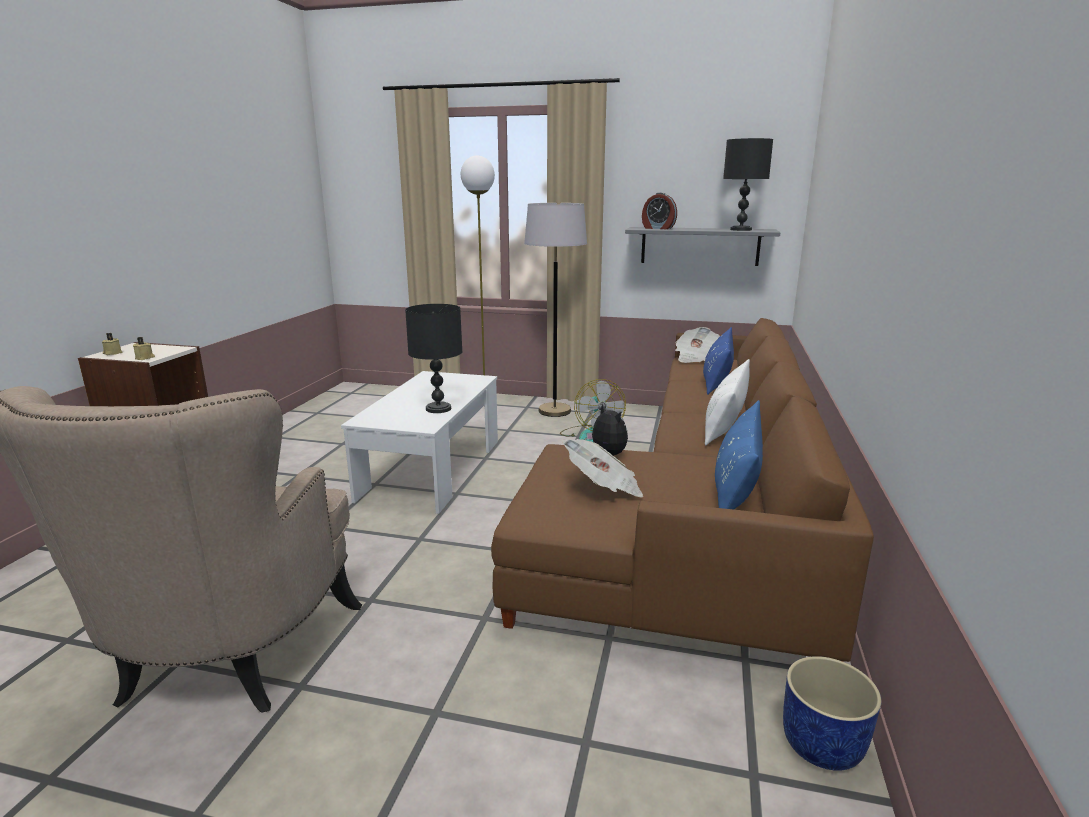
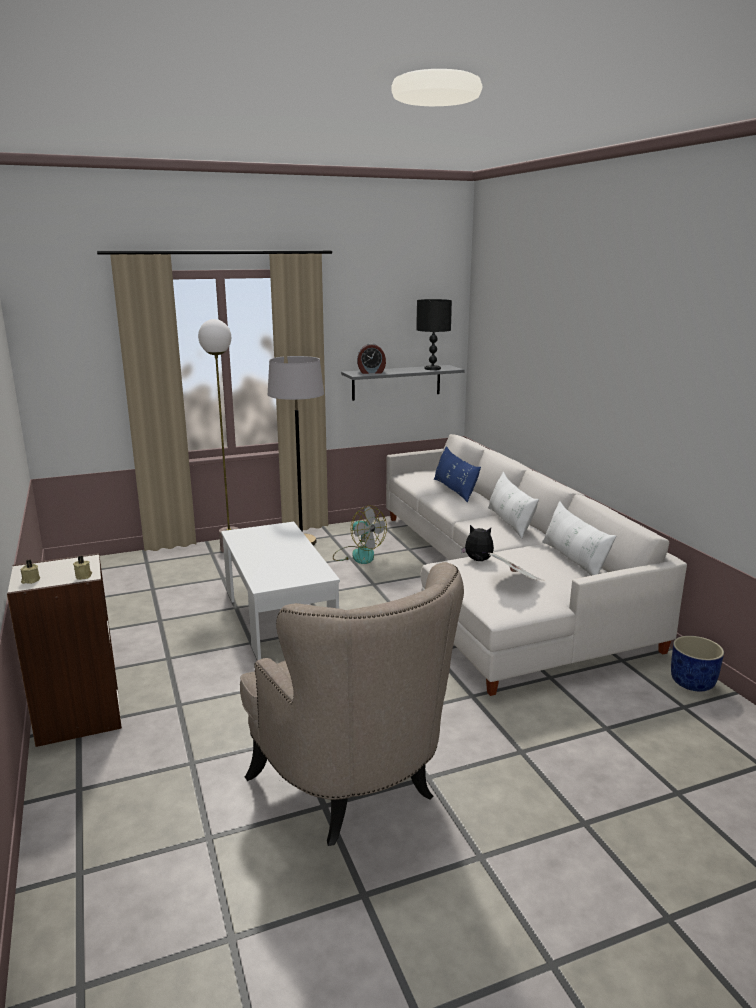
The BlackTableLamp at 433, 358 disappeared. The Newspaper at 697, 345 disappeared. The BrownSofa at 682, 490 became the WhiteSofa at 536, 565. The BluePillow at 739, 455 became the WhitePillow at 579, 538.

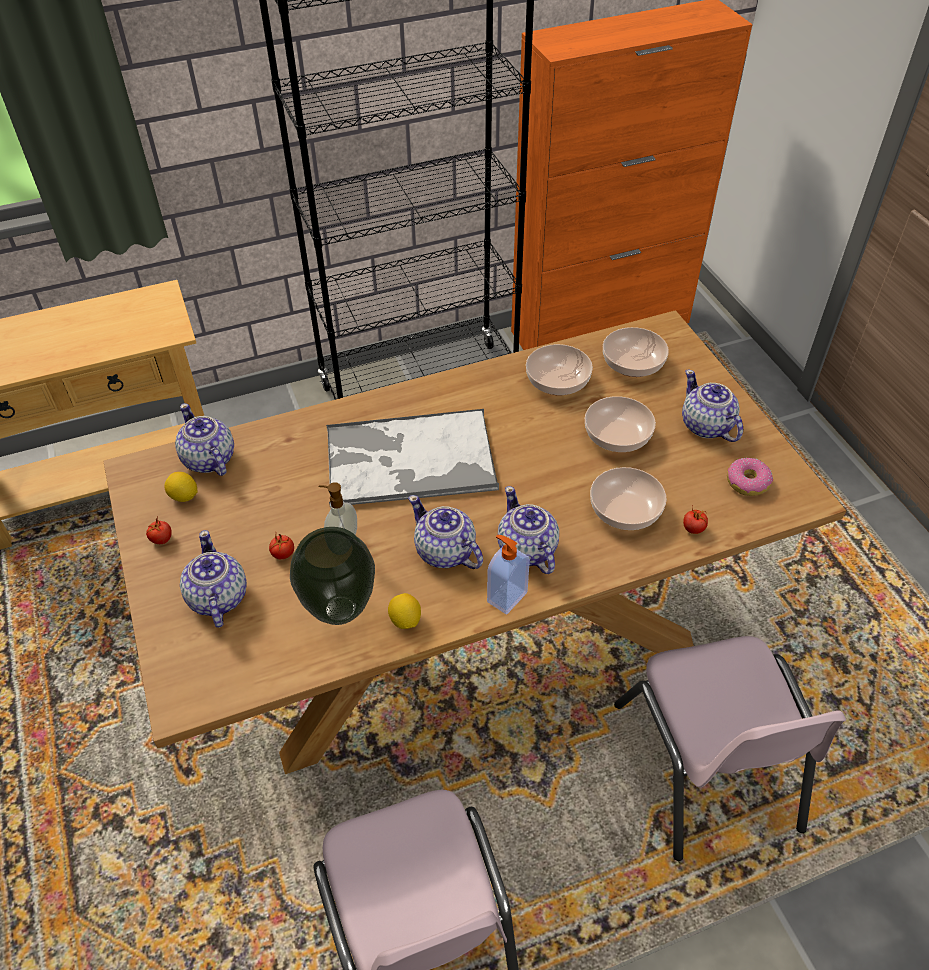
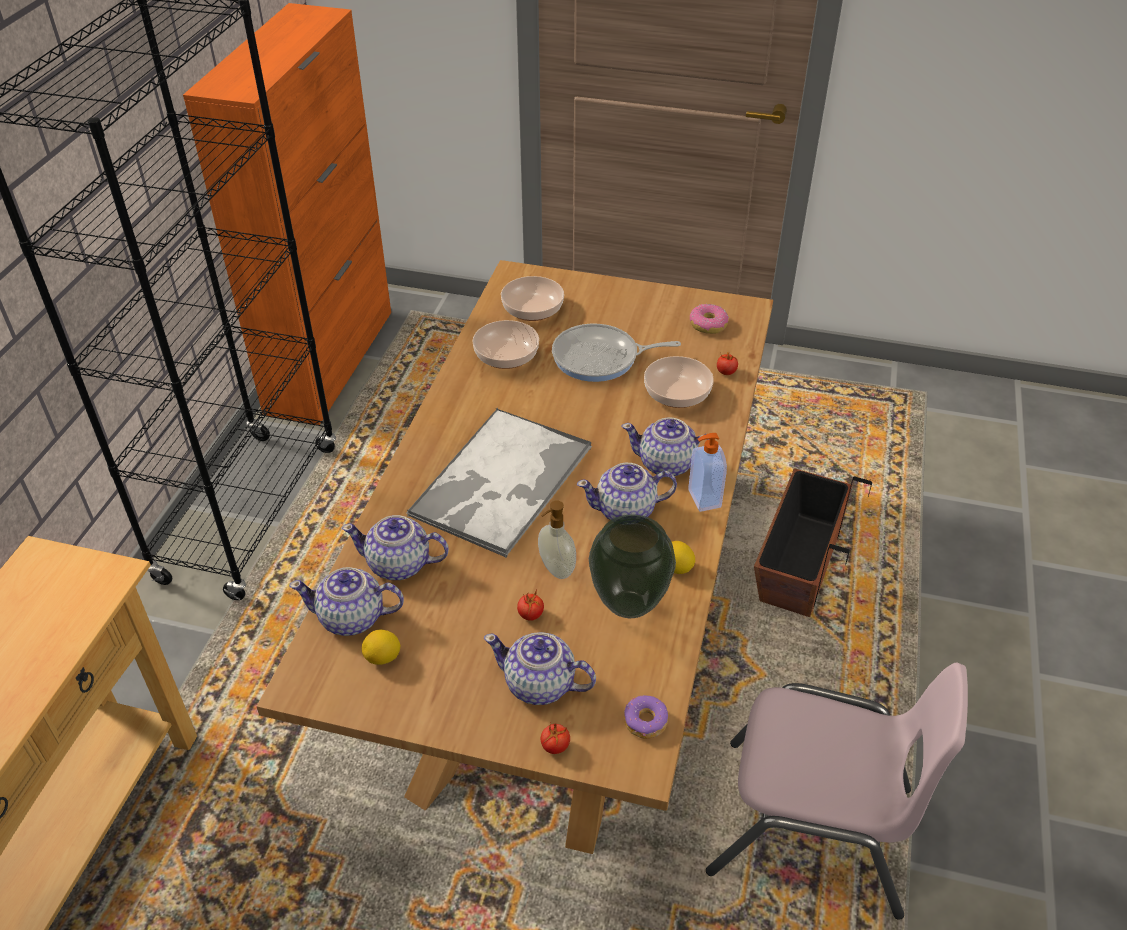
The Donut at 646, 717 appeared. The Tomato moved from 159, 531 to 555, 738. The Teapot moved from 712, 406 to 395, 547. The Bowl at 620, 424 was replaced by the FryingPan at 616, 353. The PinkChair at 730, 748 was replaced by the Planter at 813, 542.

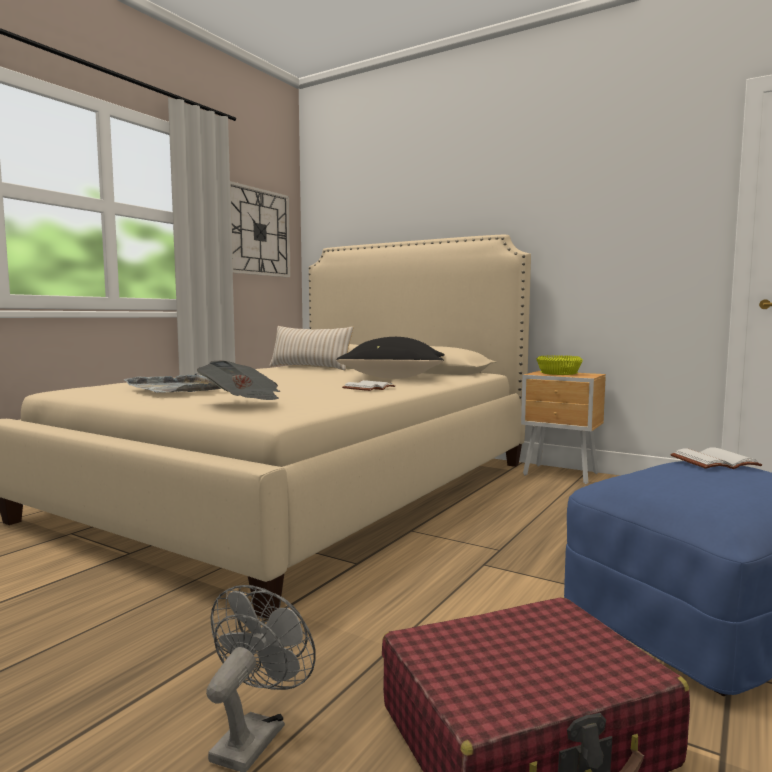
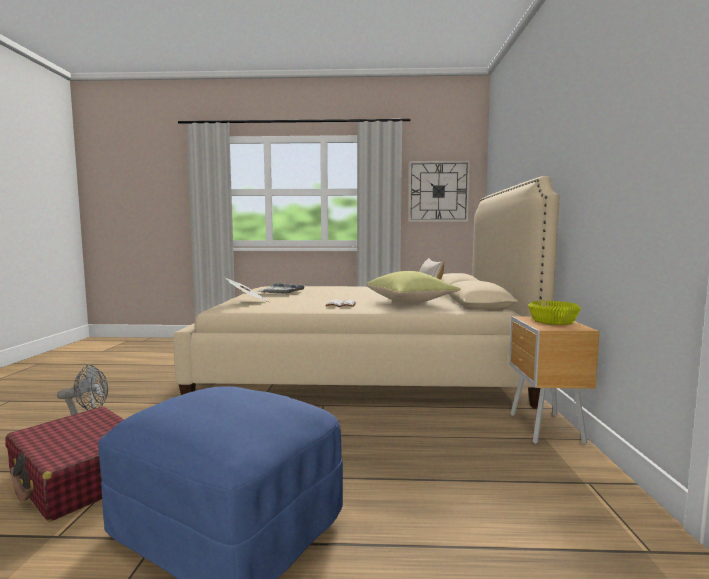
The WhiteBook at 716, 458 disappeared. The BlackPillow at 390, 358 became the YellowPillow at 413, 287.

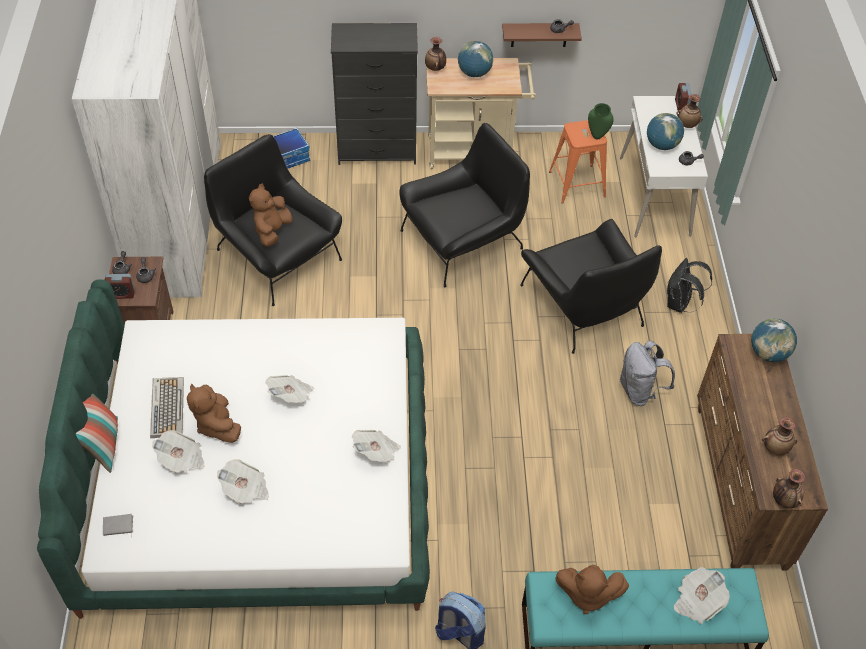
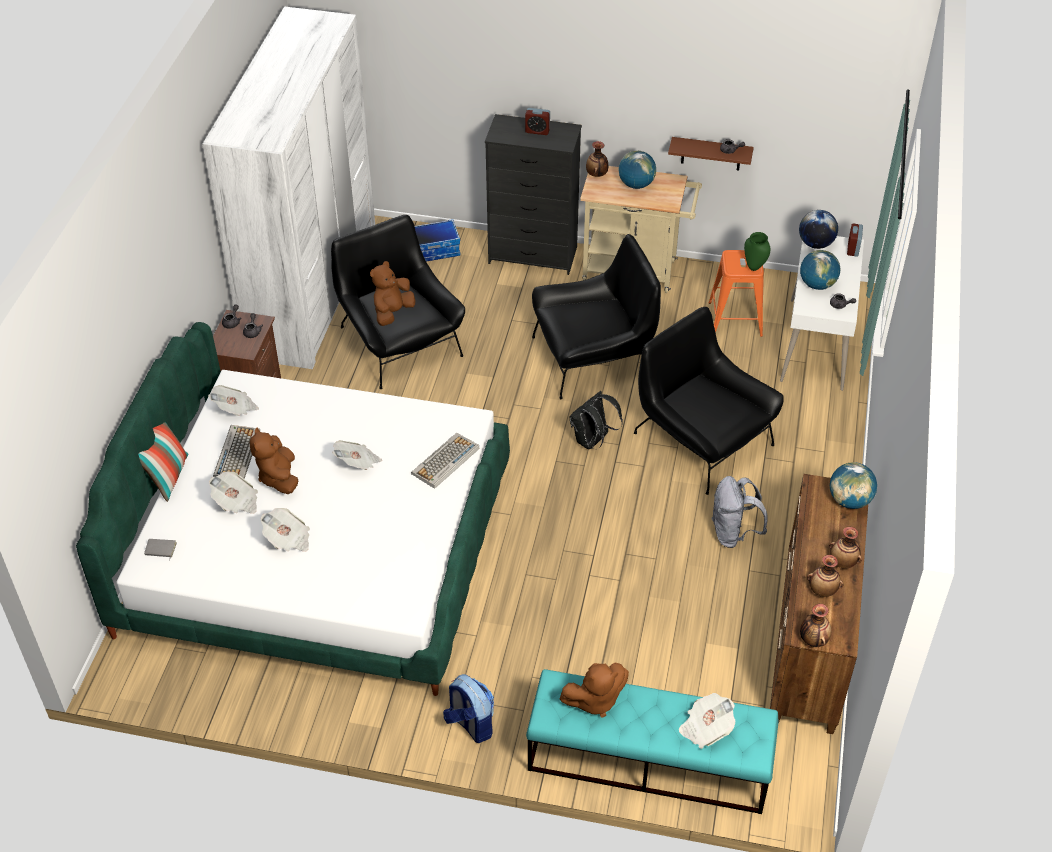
The Keyboard at 445, 461 appeared. The Globe at 818, 229 appeared. The AlarmClock moved from 120, 286 to 537, 121. The Newspaper moved from 376, 446 to 233, 400. The BlackBackpack moved from 689, 285 to 596, 420. The Vase moved from 689, 111 to 845, 547. The BlackArmchair at 591, 286 turned 150 degrees clockwise. The BrownPlushToy at 592, 589 turned 45 degrees counterclockwise.

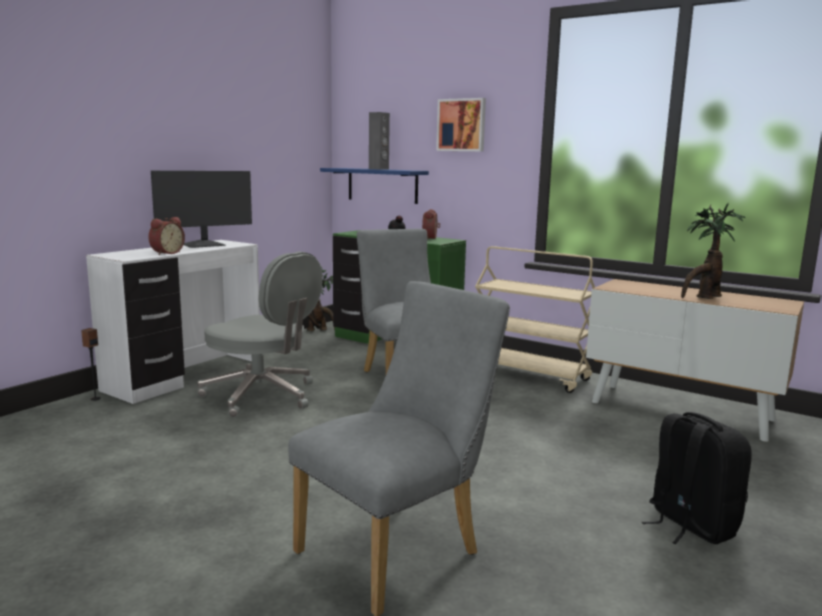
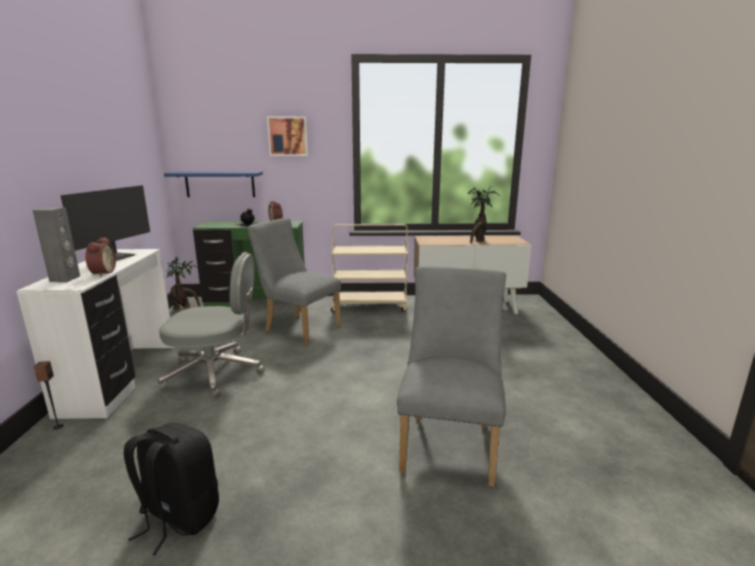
The GreySpeaker moved from 379, 140 to 56, 244. The BlackBackpack moved from 696, 478 to 171, 488.

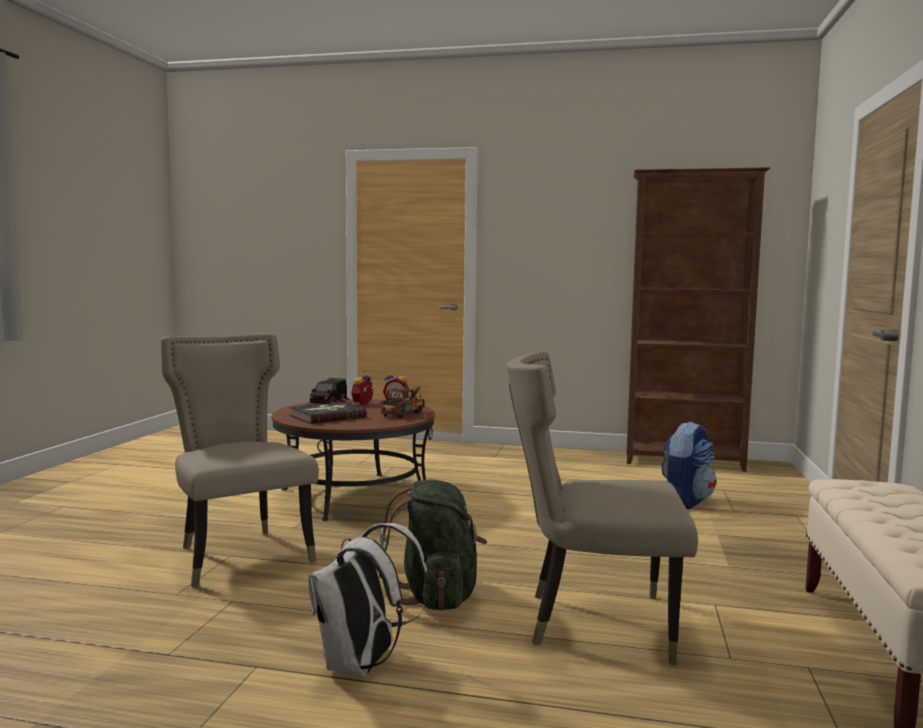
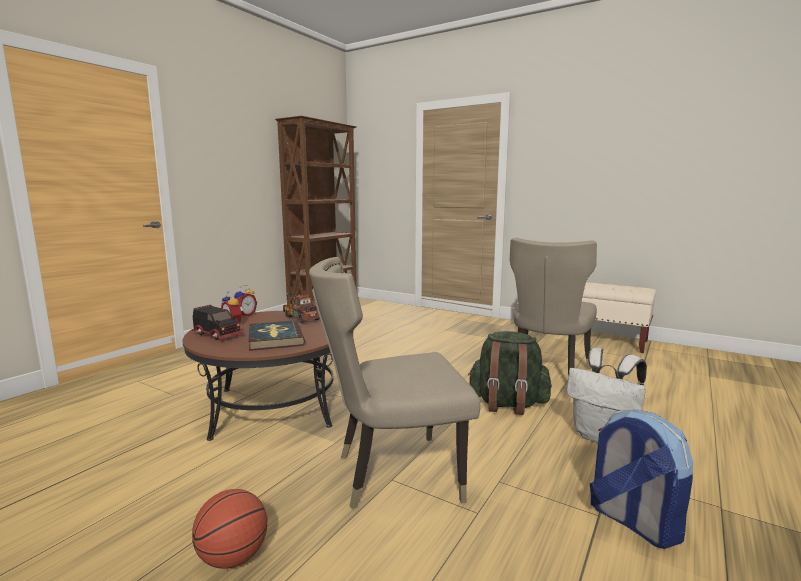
The Basketball at 229, 529 appeared. The Backpack moved from 689, 465 to 641, 479.

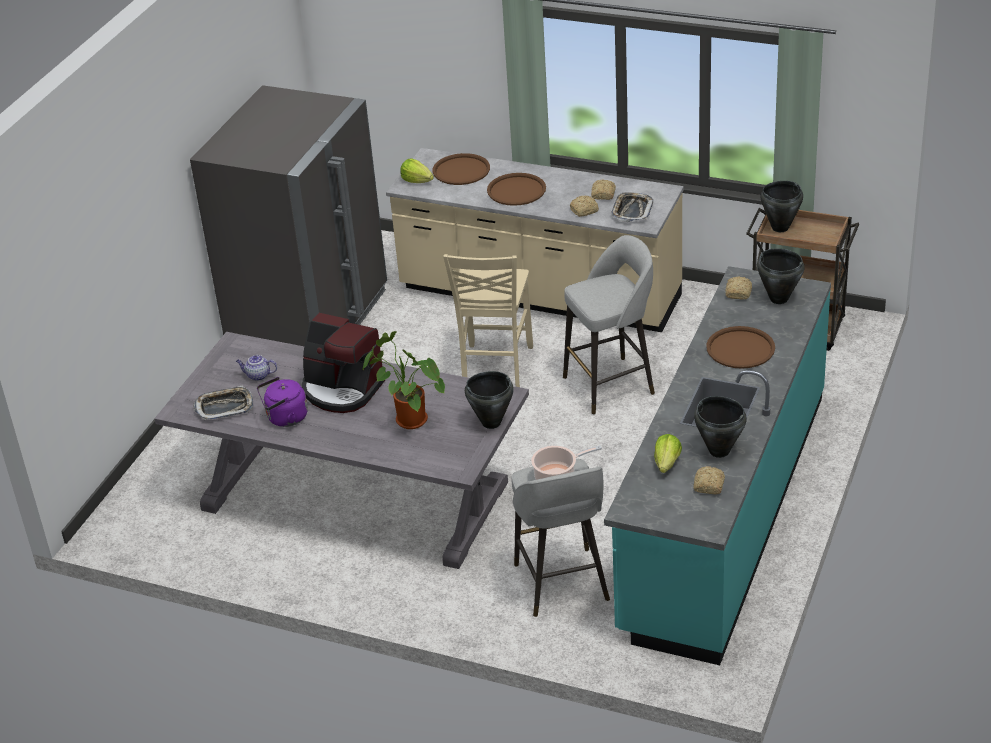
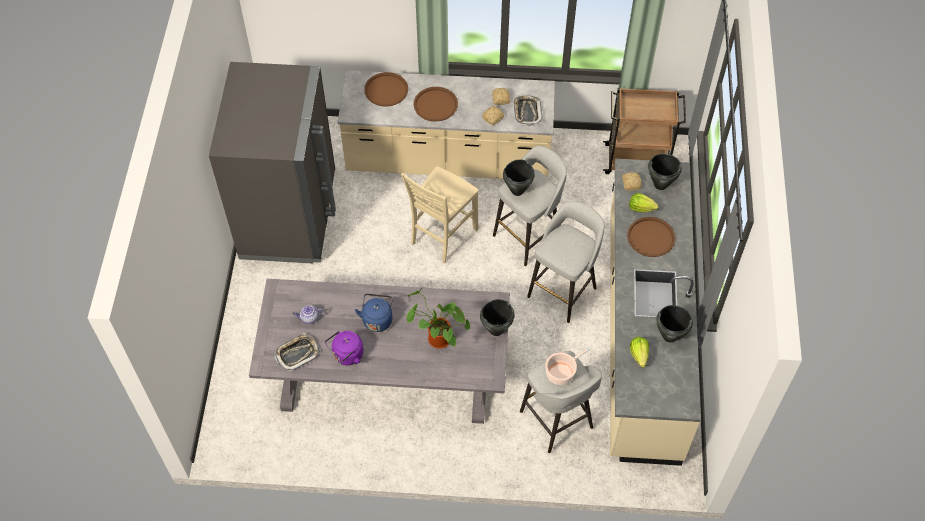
The Bread at 709, 480 disappeared. The GreyStool at 566, 262 appeared. The Lettuce moved from 417, 170 to 644, 202. The BlackCookingPot moved from 781, 206 to 519, 178. The CoffeeMachine at 344, 363 was replaced by the BlueKettle at 374, 313. The TurquoiseCounter at 717, 465 became the BeigeCounter at 655, 312. The BeigeChair at 488, 320 turned 45 degrees clockwise.

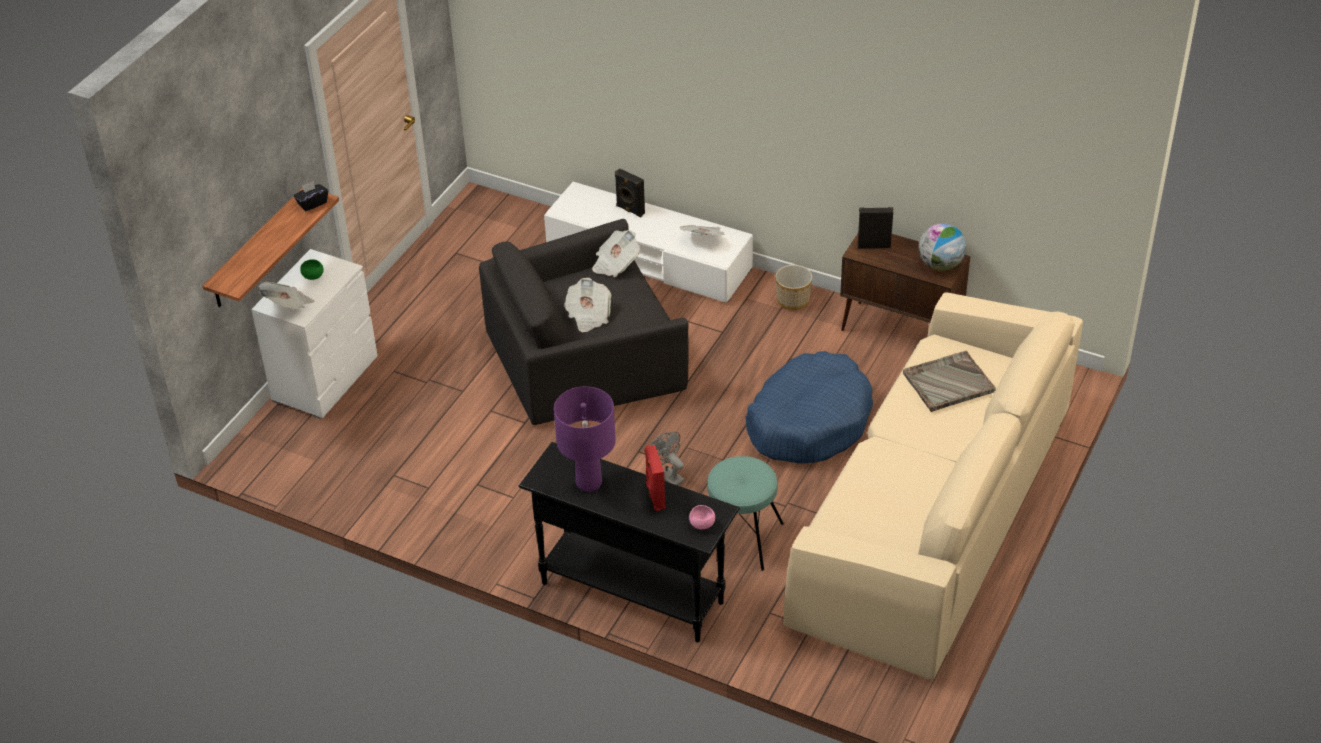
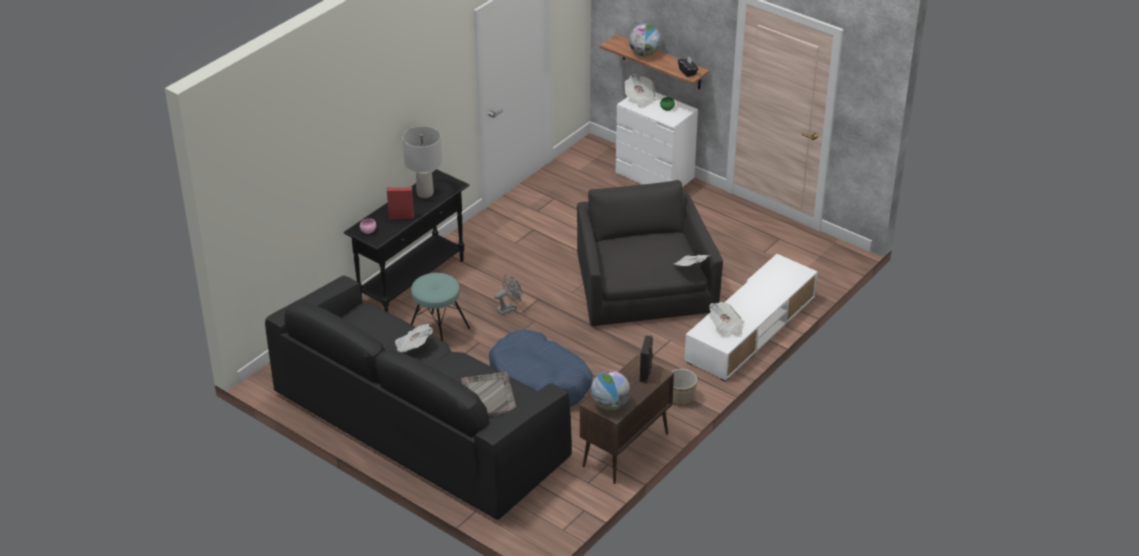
The BlackSpeaker at 630, 192 disappeared. The Globe at 645, 40 appeared. The Newspaper moved from 587, 305 to 414, 338. The PurpleTableLamp at 585, 439 became the GreyTableLamp at 422, 162. The BeigeSofa at 933, 486 became the BlackSofa at 418, 398.

